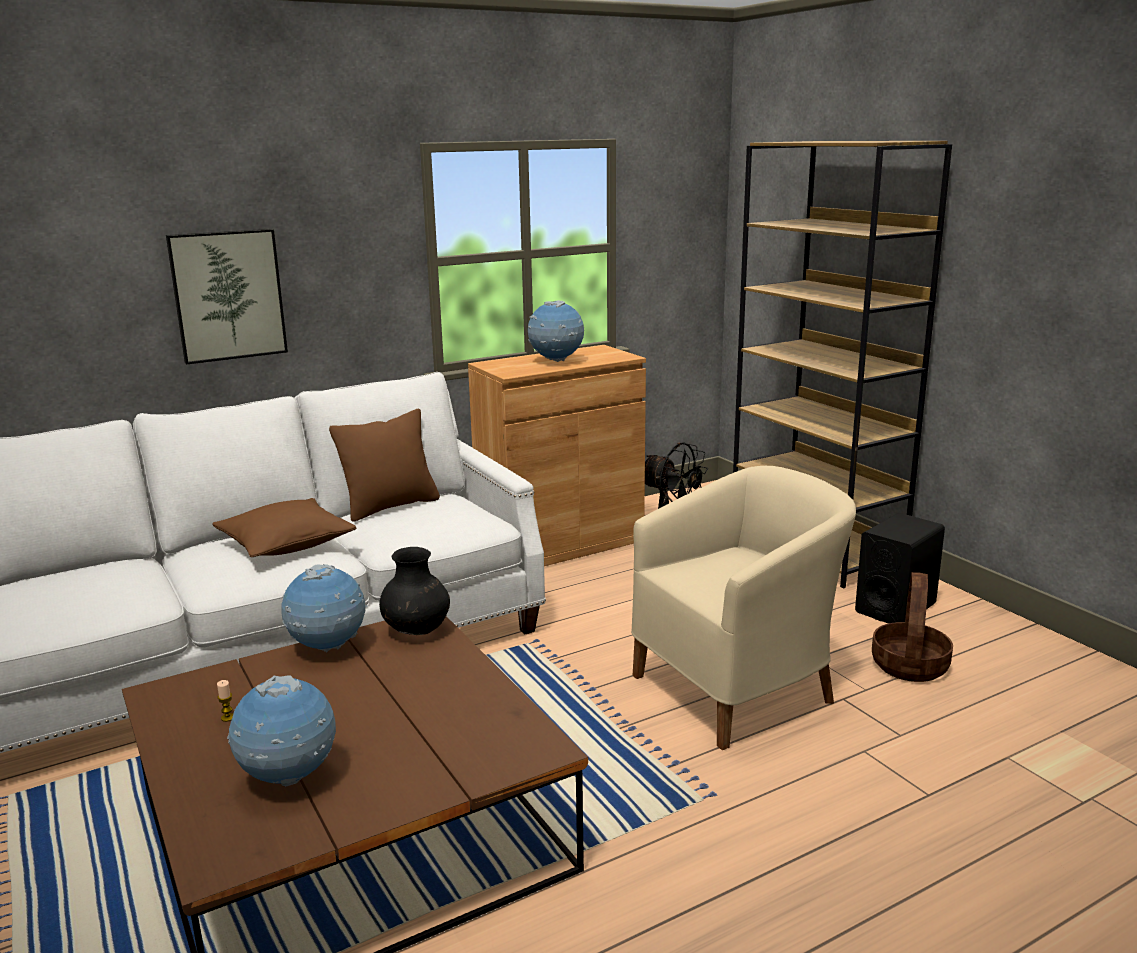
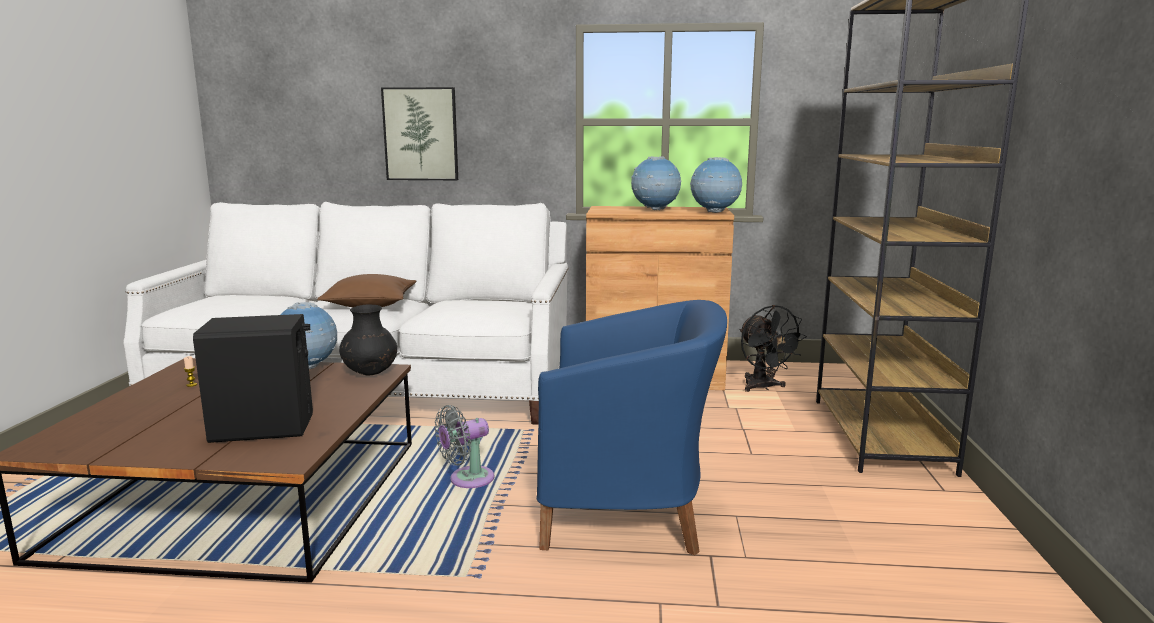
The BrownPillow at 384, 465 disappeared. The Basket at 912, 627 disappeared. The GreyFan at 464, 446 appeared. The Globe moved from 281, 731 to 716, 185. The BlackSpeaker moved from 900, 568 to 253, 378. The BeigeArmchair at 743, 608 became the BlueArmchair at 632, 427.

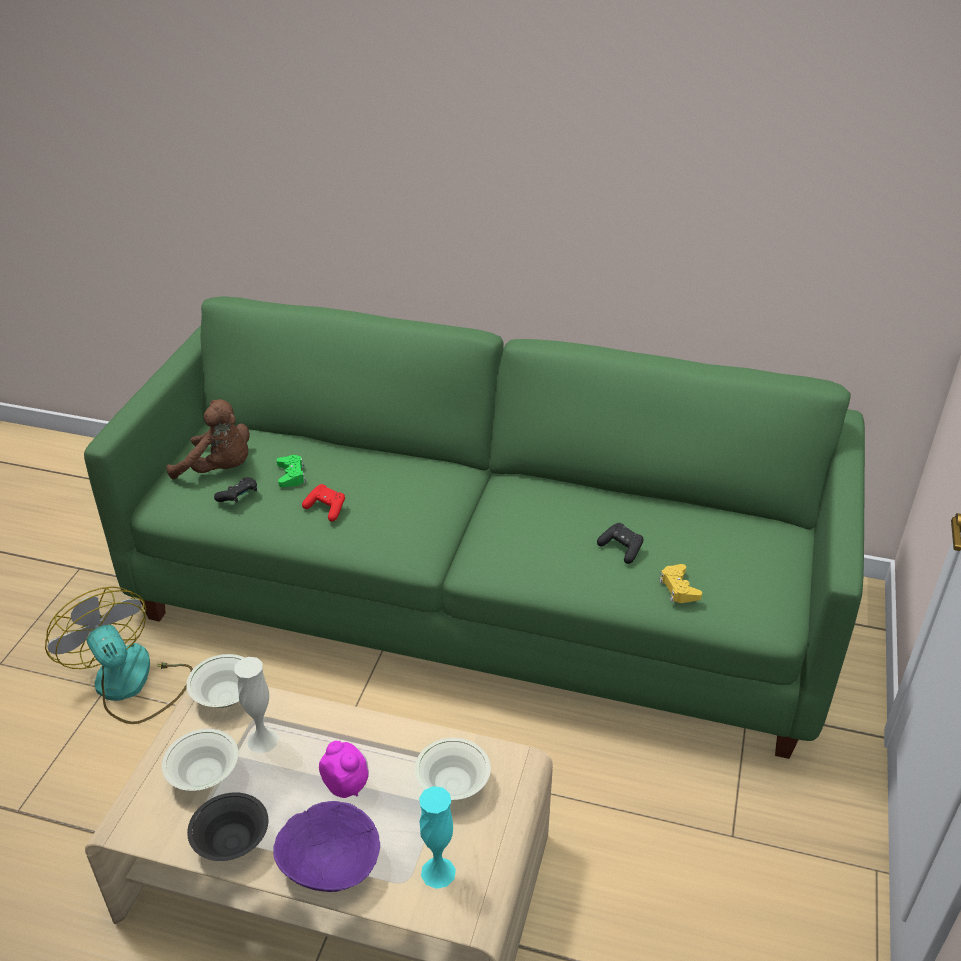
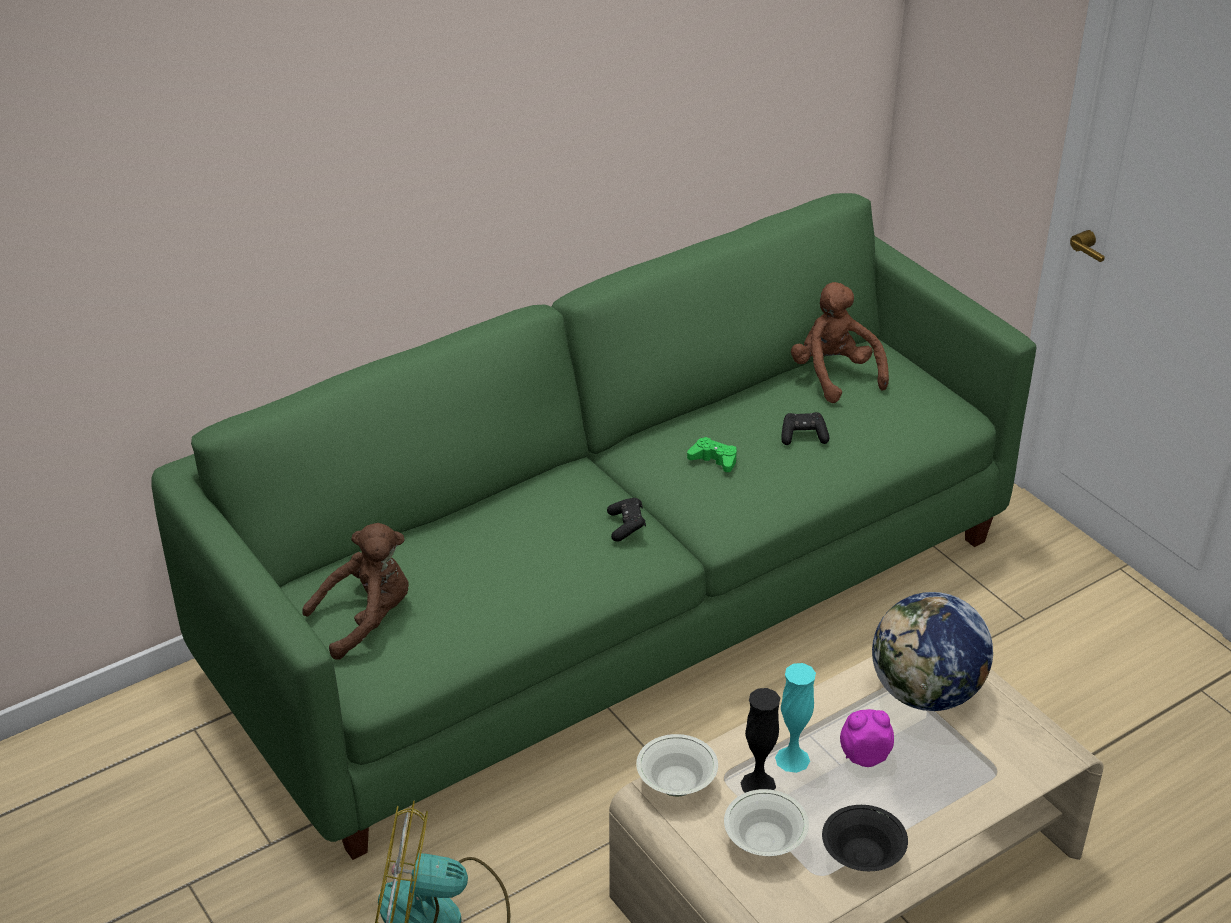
The PurpleBowl at 326, 846 disappeared. The RedGameController at 323, 503 disappeared. The YellowGameController at 680, 583 disappeared. The BrownPlushToy at 840, 342 appeared. The BlackGameController moved from 235, 489 to 626, 520. The GreenGameController moved from 290, 471 to 712, 454. The TurquoiseVase moved from 437, 837 to 795, 718. The WhiteBowl at 453, 769 was replaced by the Globe at 932, 651. The WhiteVase at 256, 705 became the BlackVase at 760, 740.

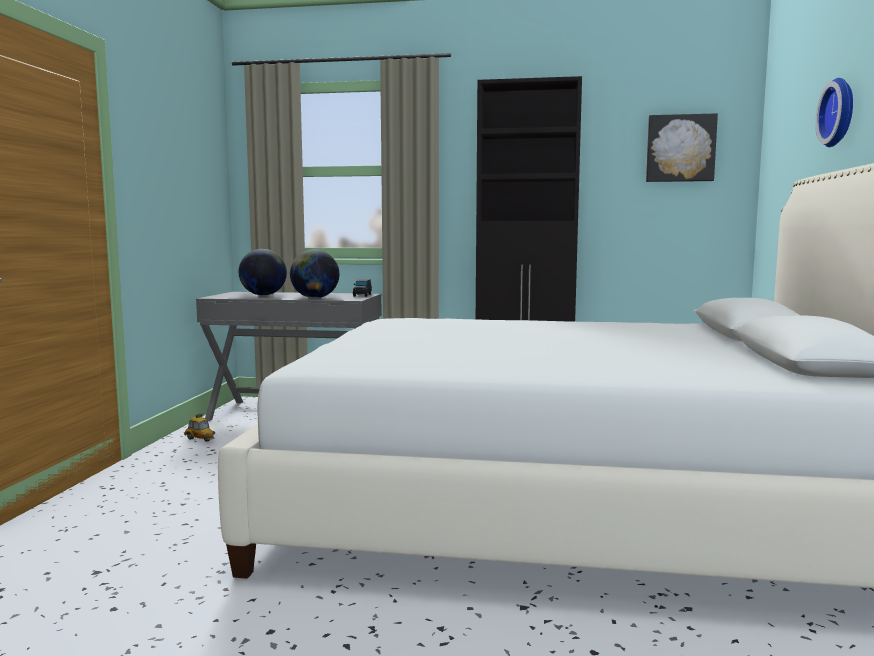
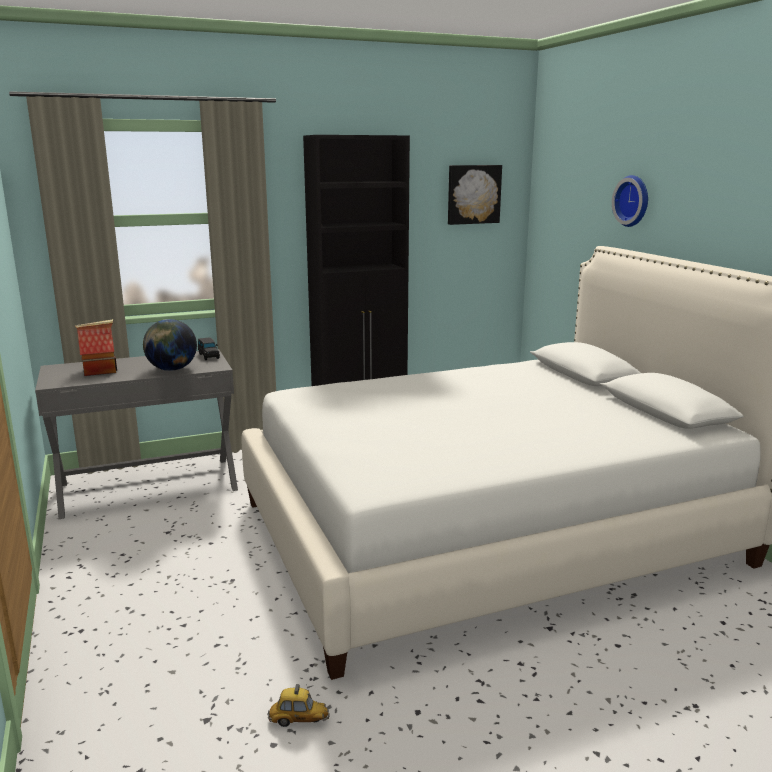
The ToyCar moved from 199, 428 to 299, 705. The Globe at 263, 272 was replaced by the ToyHouse at 96, 347.

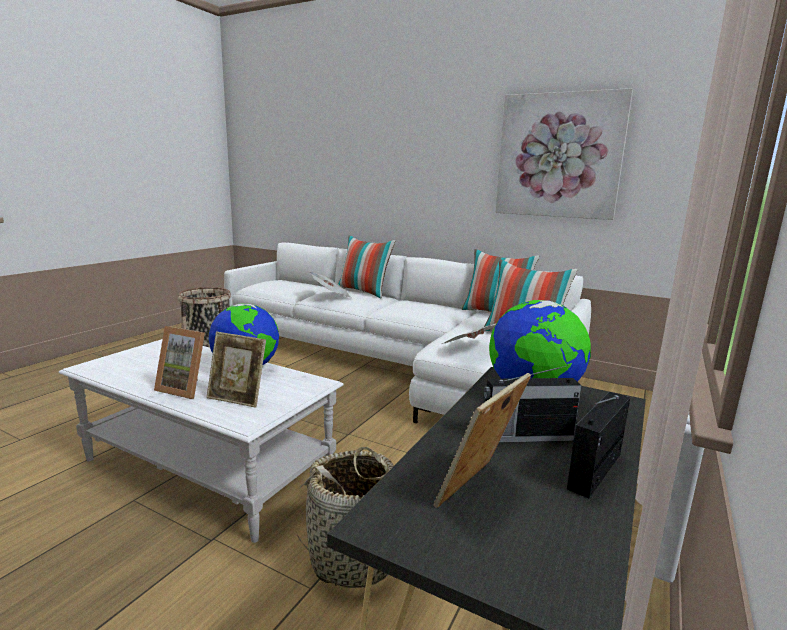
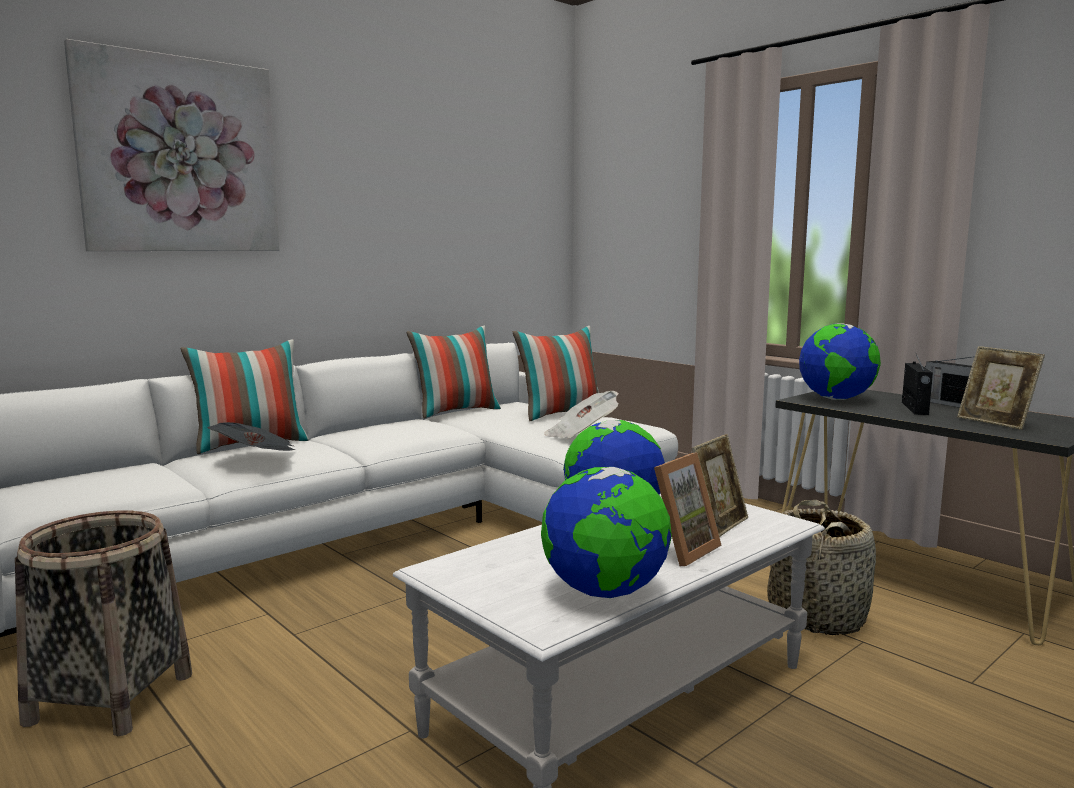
The Globe at 606, 532 appeared. The Picture moved from 564, 154 to 171, 145.

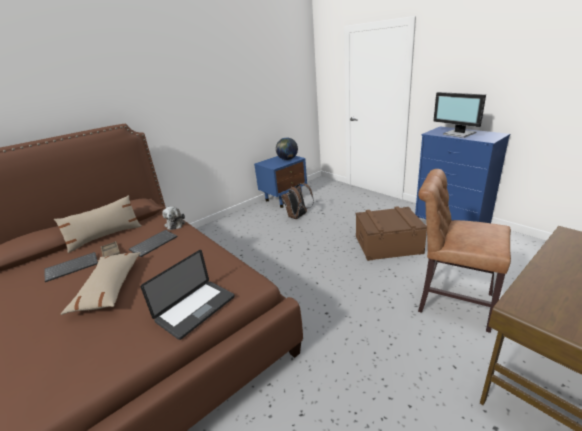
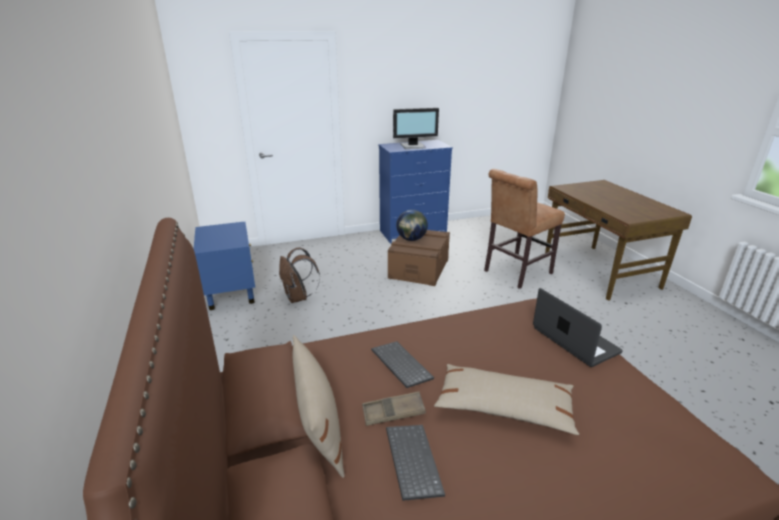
The PlushToy at 173, 218 disappeared. The Globe moved from 287, 149 to 412, 225.

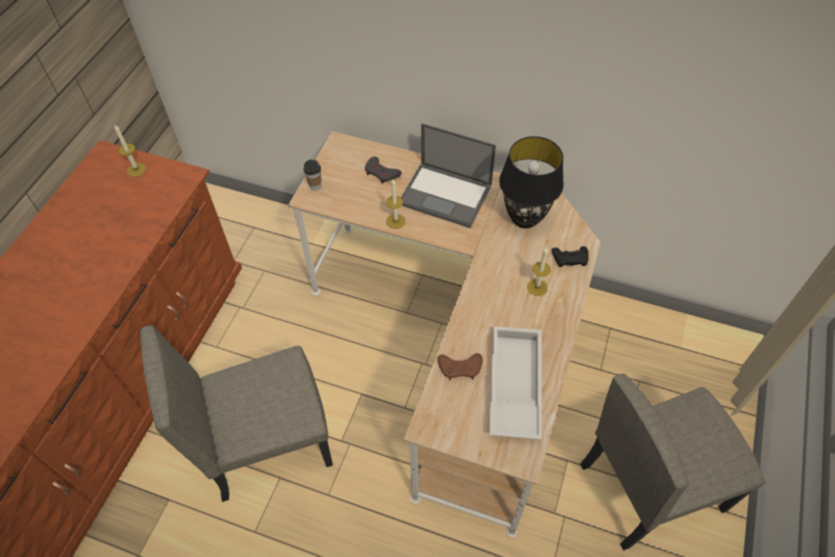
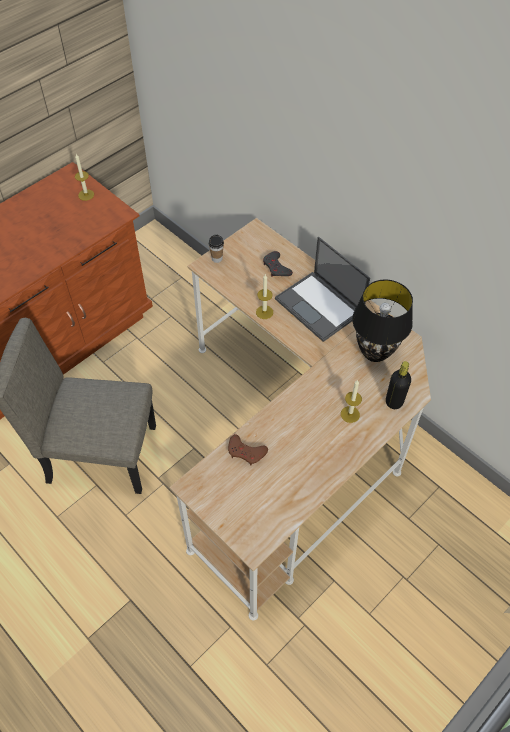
The WhiteTray at 515, 383 disappeared. The BeigeChair at 672, 462 disappeared. The BlackGameController at 570, 256 was replaced by the BlackBottle at 398, 385.

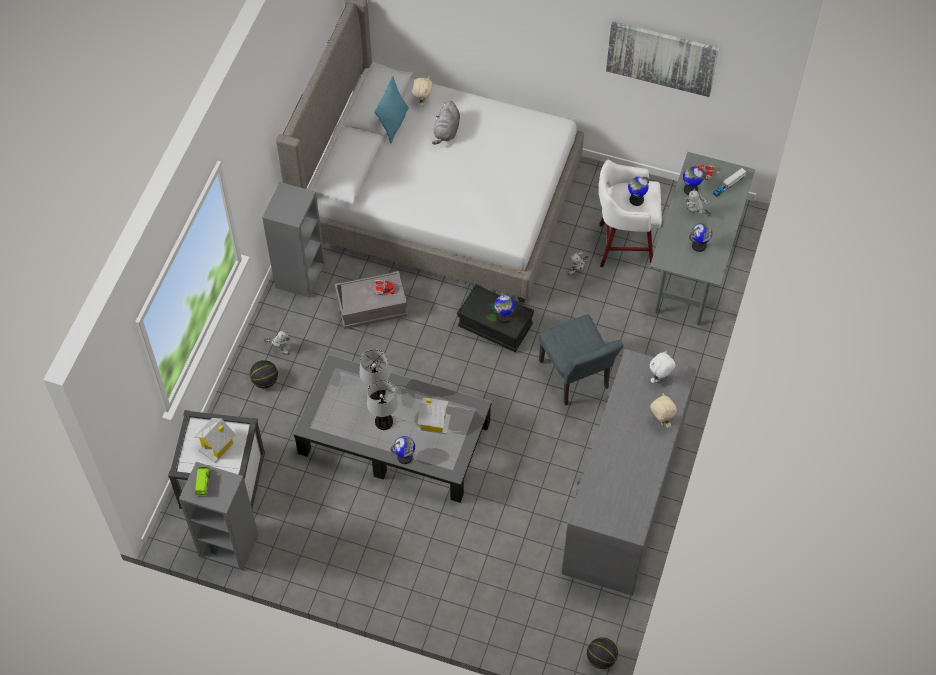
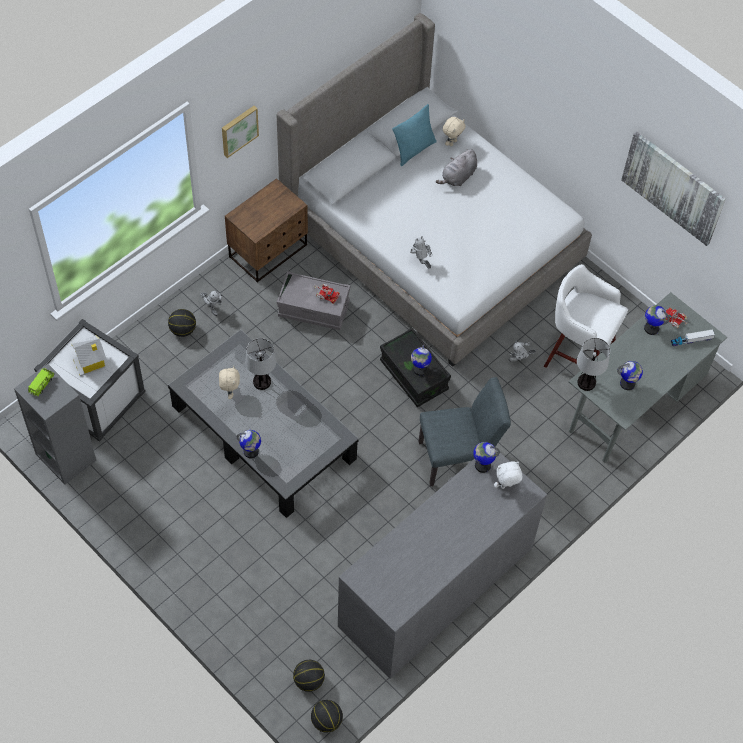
The ToyHouse at 434, 415 disappeared. The Picture at 240, 132 appeared. The Basketball at 309, 676 appeared. The TableLamp moved from 382, 405 to 593, 364. The Globe moved from 638, 191 to 486, 457. The BeigePlushToy moved from 663, 410 to 229, 382. The ToyRobot moved from 698, 202 to 421, 252. The GreyBookcase at 293, 240 was replaced by the BrownNightstand at 266, 230. The GreyChair at 581, 359 turned 105 degrees counterclockwise.

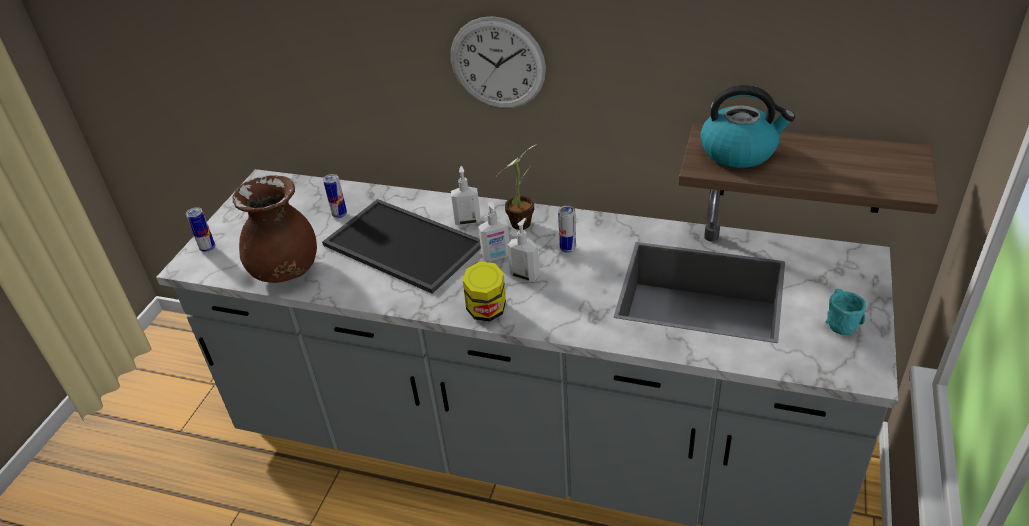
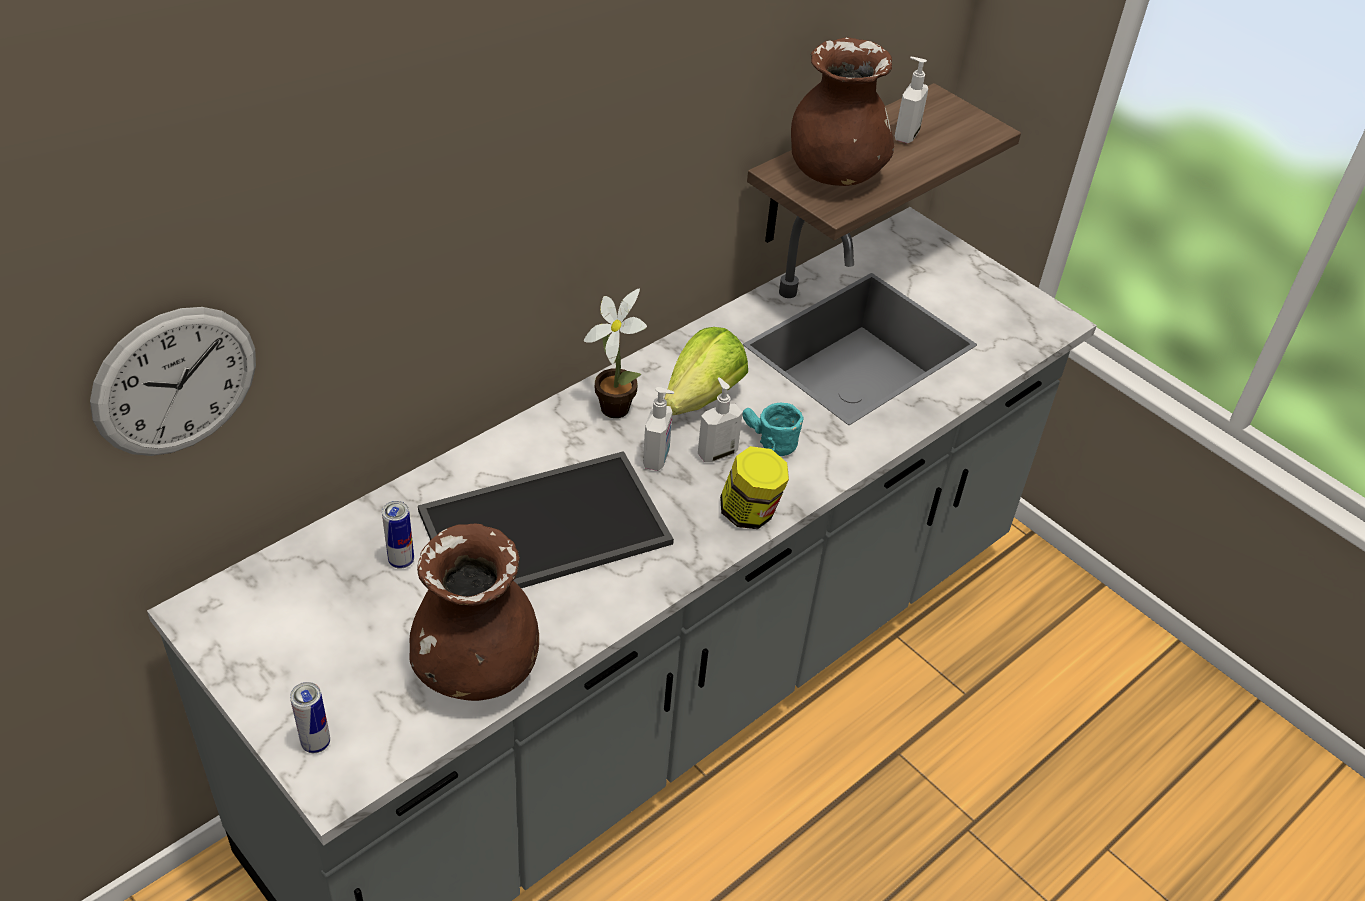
The WallClock moved from 498, 62 to 173, 381. The SoapDispenser moved from 466, 196 to 911, 100. The TurquoiseMug moved from 846, 312 to 773, 429. The Can at 567, 229 was replaced by the Lettuce at 706, 371. The Kettle at 747, 126 was replaced by the BrownVase at 842, 111.

